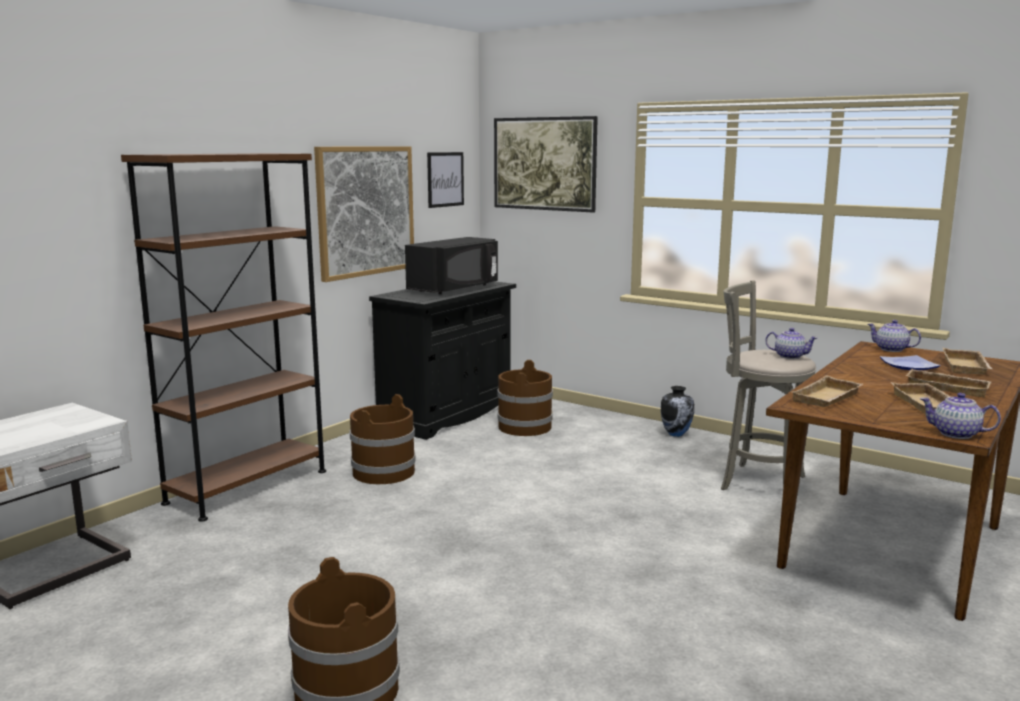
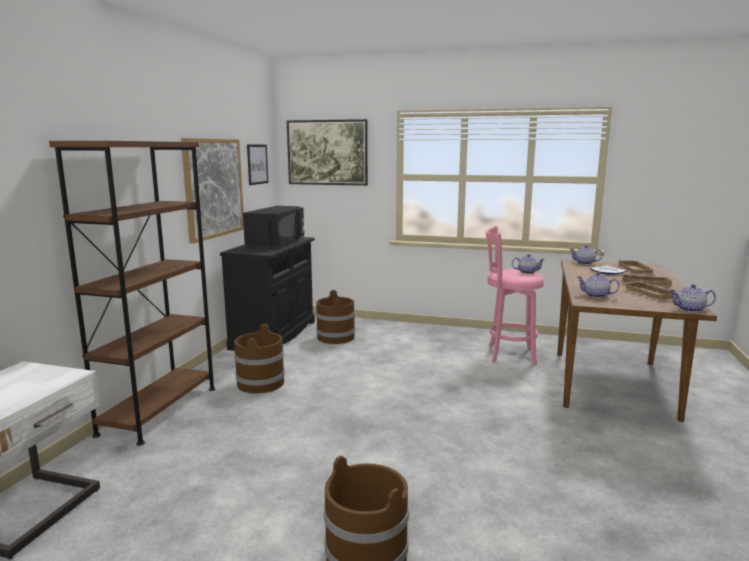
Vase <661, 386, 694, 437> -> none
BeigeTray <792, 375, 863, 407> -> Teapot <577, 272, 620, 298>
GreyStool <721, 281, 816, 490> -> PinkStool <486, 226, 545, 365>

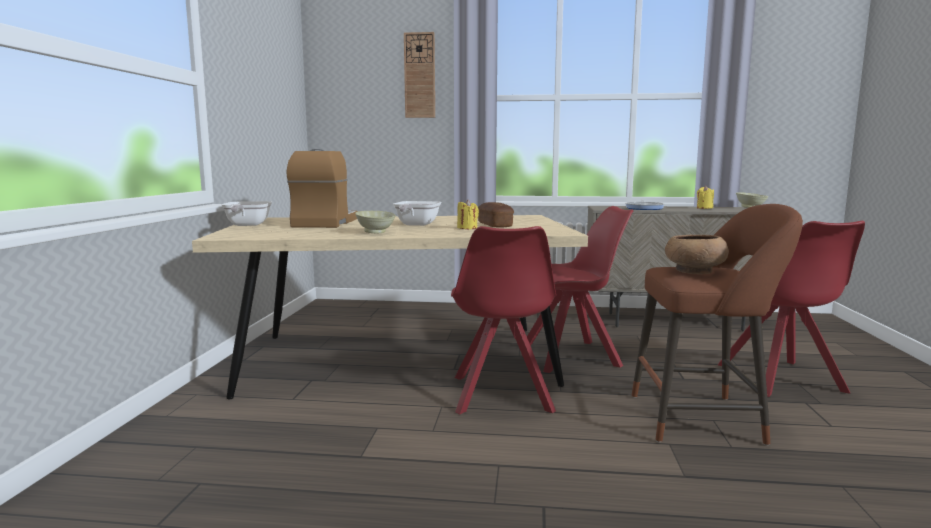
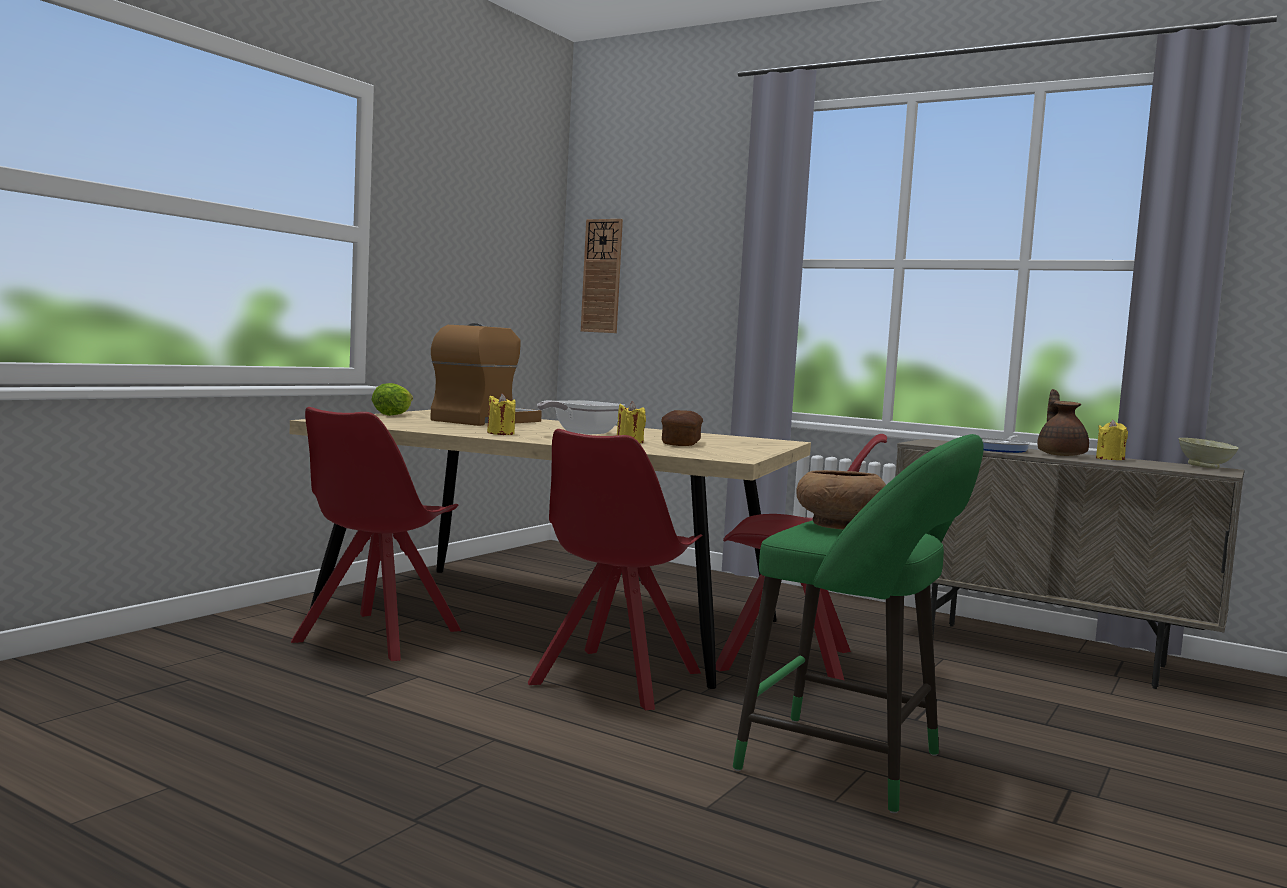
none -> BrownTeapot <1038, 389, 1089, 456>
WallClock <404, 32, 435, 118> -> WallClock <581, 219, 623, 333>, move
RedChair <718, 221, 865, 397> -> RedChair <291, 407, 461, 661>, move
FryingPan <221, 201, 272, 226> -> Lettuce <371, 383, 413, 416>
BeigeBowl <355, 211, 396, 233> -> YellowCandle <487, 393, 516, 435>
BrownStool <632, 204, 803, 446> -> GreenStool <733, 434, 984, 813>

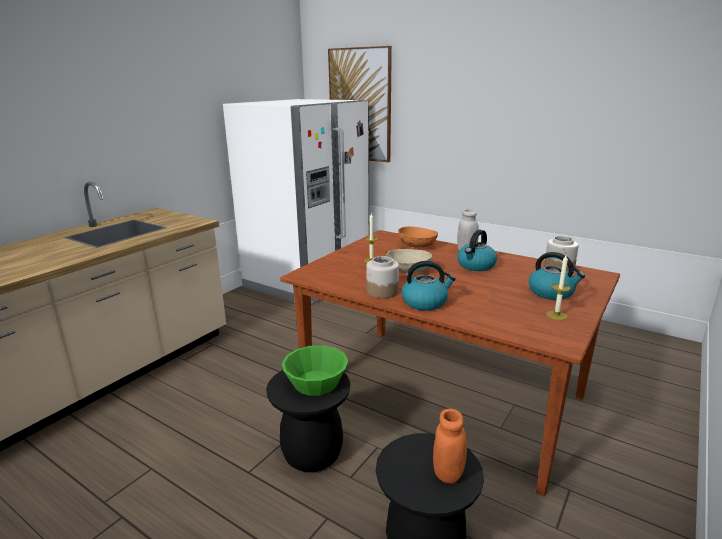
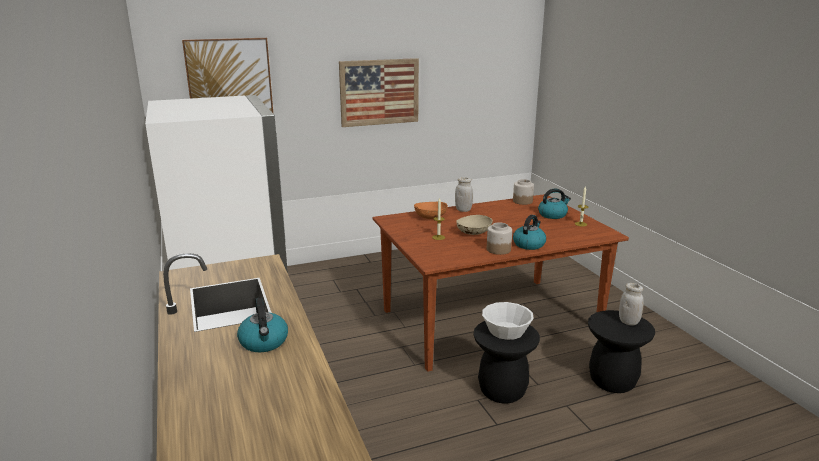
none -> Picture <339, 58, 419, 127>
Kettle <457, 230, 497, 271> -> Kettle <237, 298, 288, 352>, move
GreenBowl <282, 345, 348, 396> -> WhiteBowl <482, 302, 534, 340>
OrangeJar <433, 409, 467, 484> -> WhiteJar <619, 283, 644, 325>

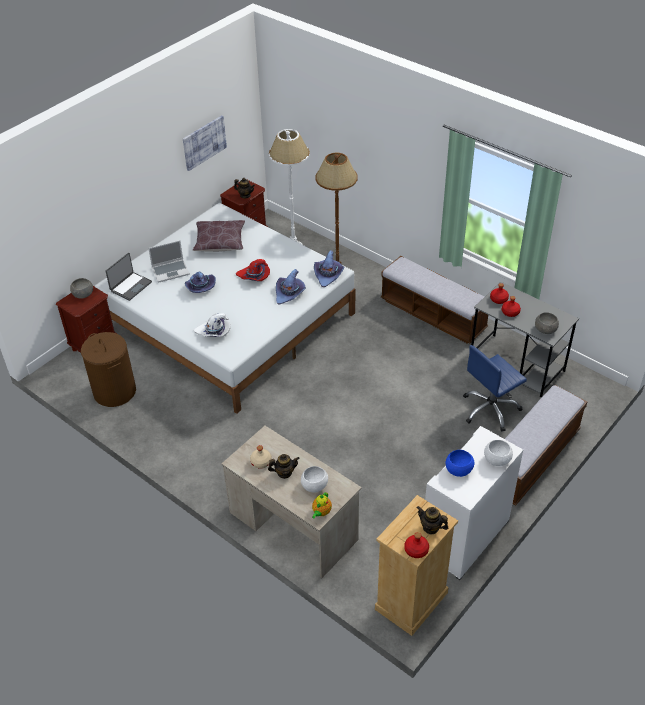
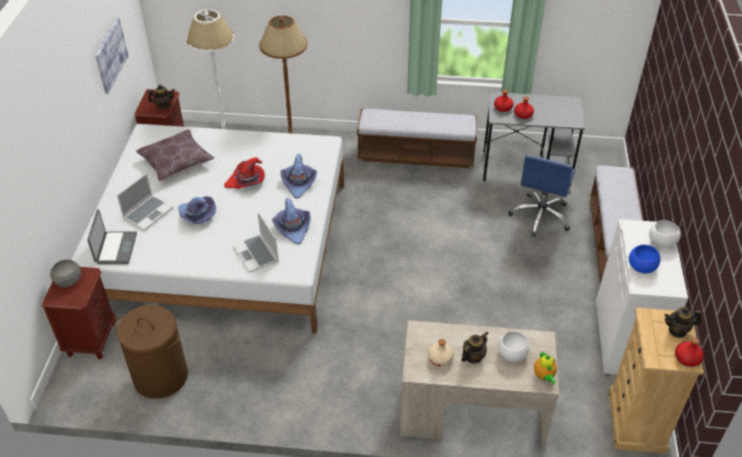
GreyBowl <535, 312, 559, 334> -> none
PurpleHat <314, 250, 345, 287> -> PurpleHat <272, 198, 310, 244>, move
WhiteHat <194, 313, 231, 337> -> Laptop <233, 212, 279, 273>

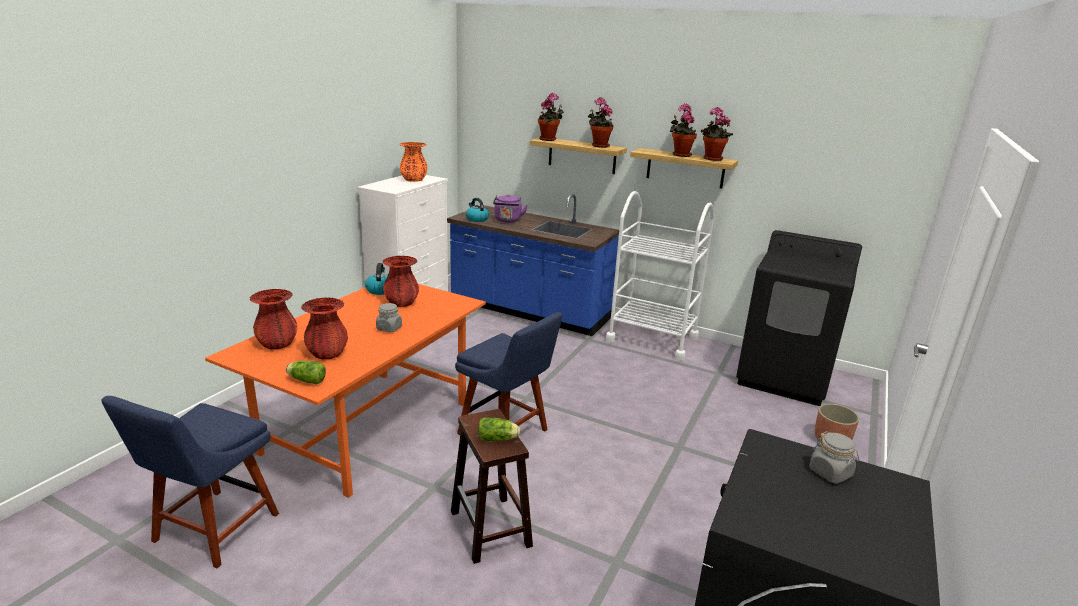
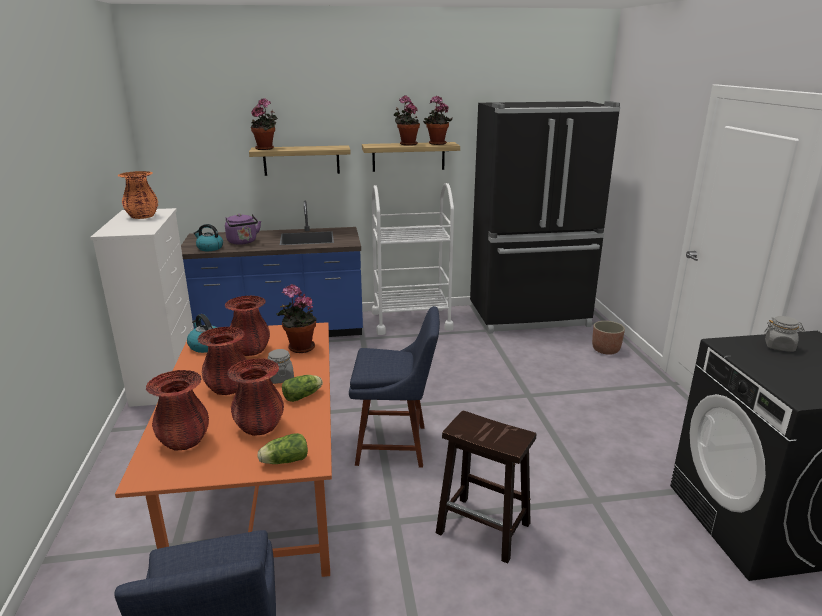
none -> RedVase <197, 327, 246, 395>
Lettuce <478, 417, 520, 441> -> Lettuce <282, 375, 323, 402>, move
PottedPlant <588, 97, 613, 148> -> PottedPlant <276, 284, 317, 353>, move
BlackWashingMachine <736, 230, 862, 406> -> BlackFridge <470, 101, 620, 334>

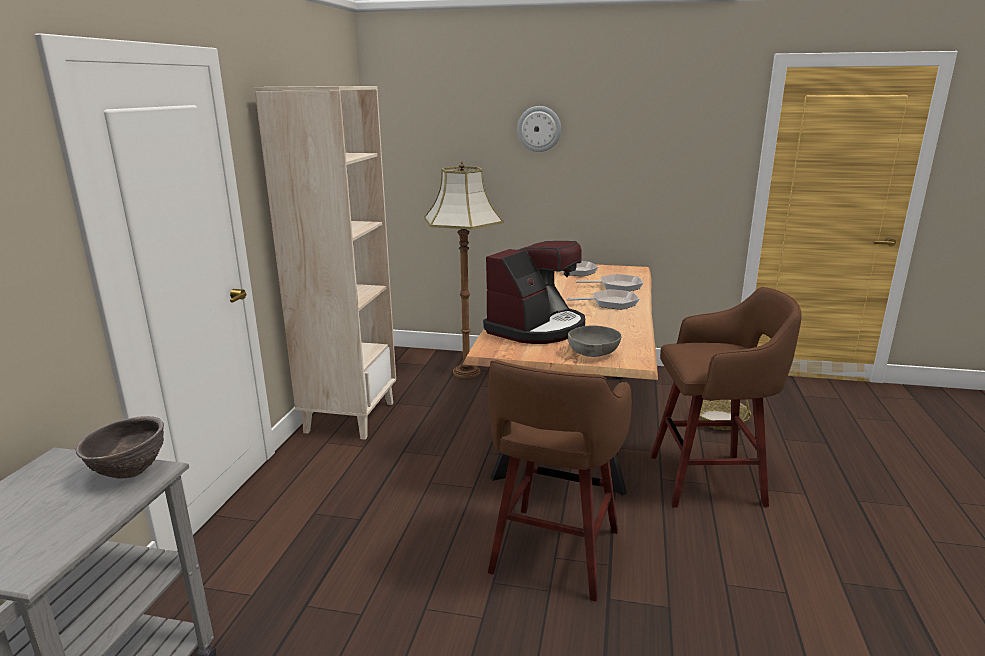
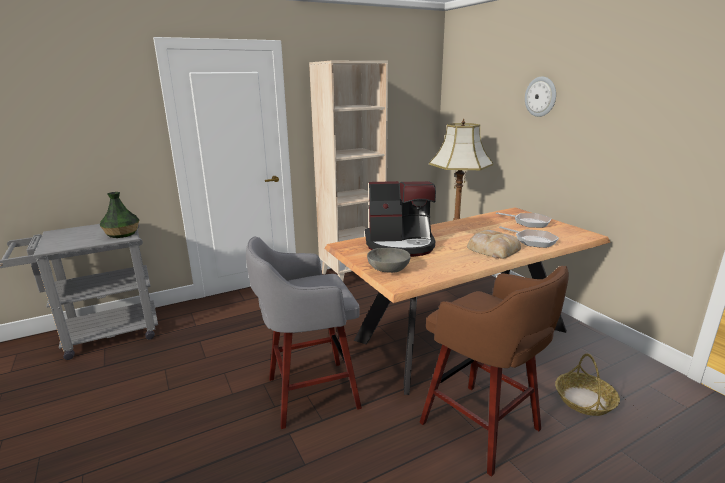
BrownBowl <75, 416, 164, 479> -> Vase <100, 192, 139, 238>
FryingPan <566, 289, 639, 310> -> Bread <467, 230, 521, 259>
BrownStool <488, 360, 632, 602> -> GreyStool <246, 236, 362, 429>

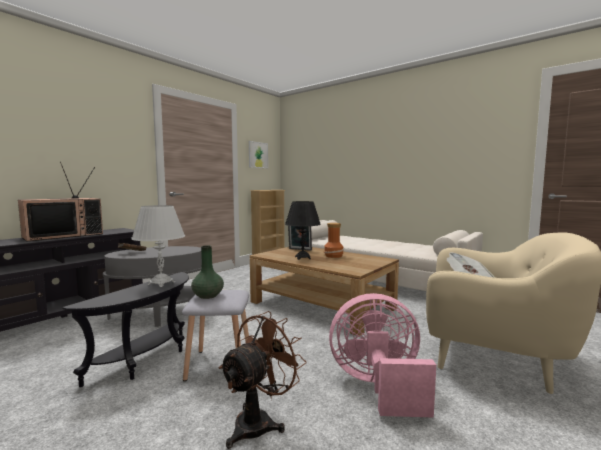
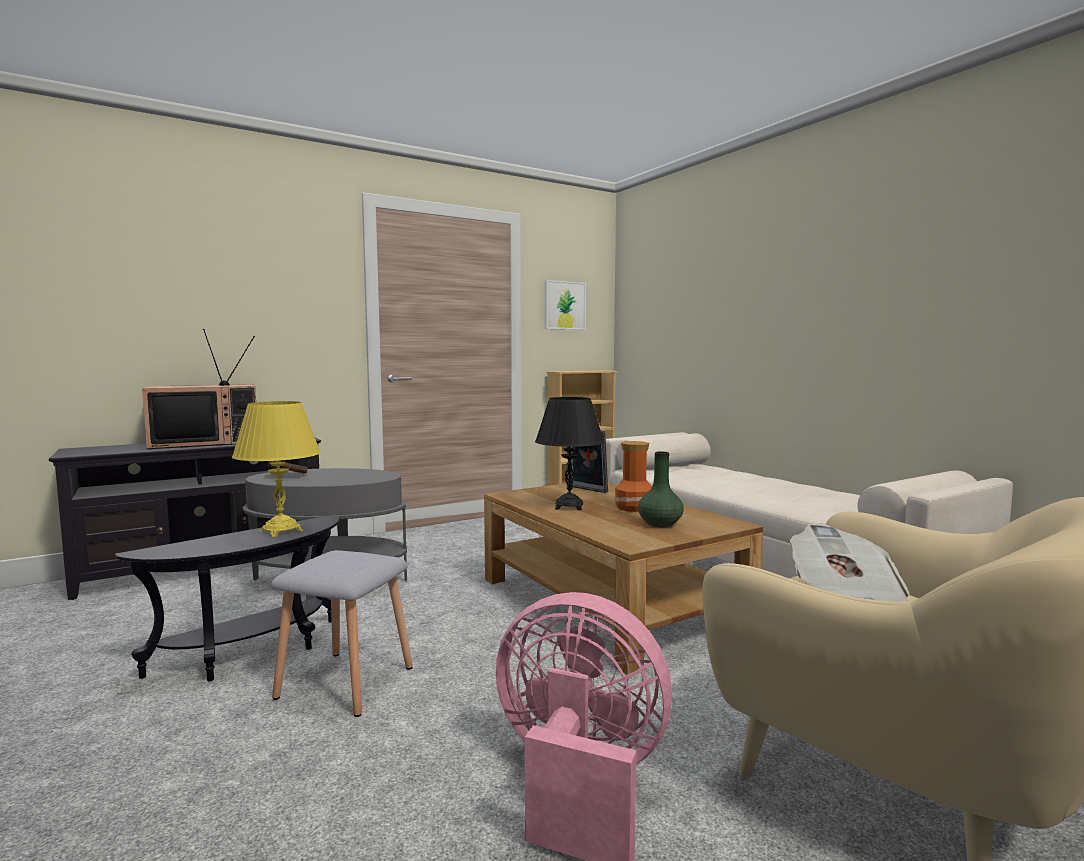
BrownFan <219, 311, 307, 449> -> none
GreenVase <191, 245, 224, 299> -> GreenVase <638, 451, 684, 527>, move
WhiteTableLamp <131, 205, 185, 287> -> YellowTableLamp <232, 401, 321, 537>

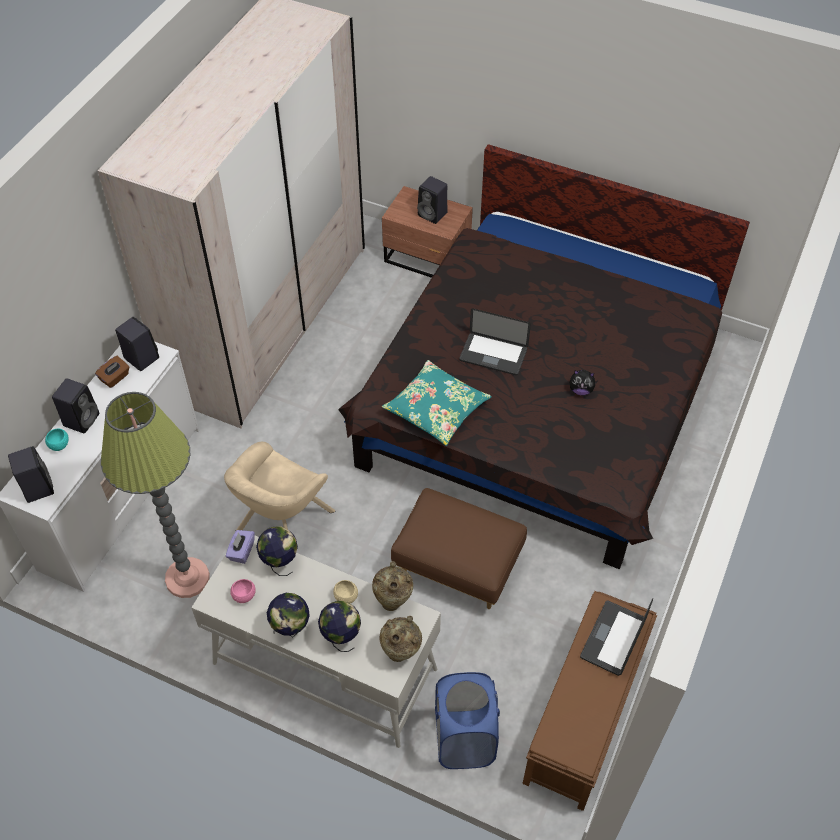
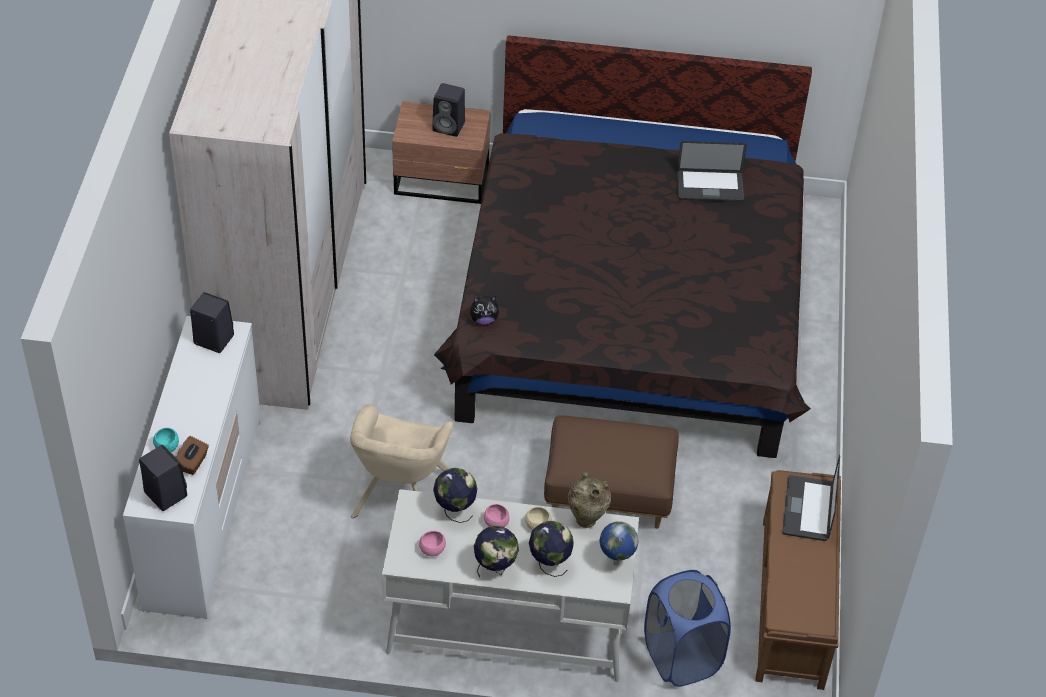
BlackSpeaker <52, 378, 99, 434> -> none
FloorLamp <101, 392, 210, 598> -> none
PurpleTissueBox <226, 530, 255, 564> -> none
TurquoisePillow <382, 360, 492, 446> -> none
none -> PinkBowl <484, 504, 510, 527>
BrownTissueBox <95, 356, 129, 388> -> BrownTissueBox <175, 436, 209, 475>, move
Laptop <459, 308, 531, 375> -> Laptop <677, 141, 747, 202>, move
PlushToy <569, 370, 598, 395> -> PlushToy <470, 296, 500, 325>, move
BeigeVase <380, 616, 422, 662> -> Globe <600, 521, 639, 566>

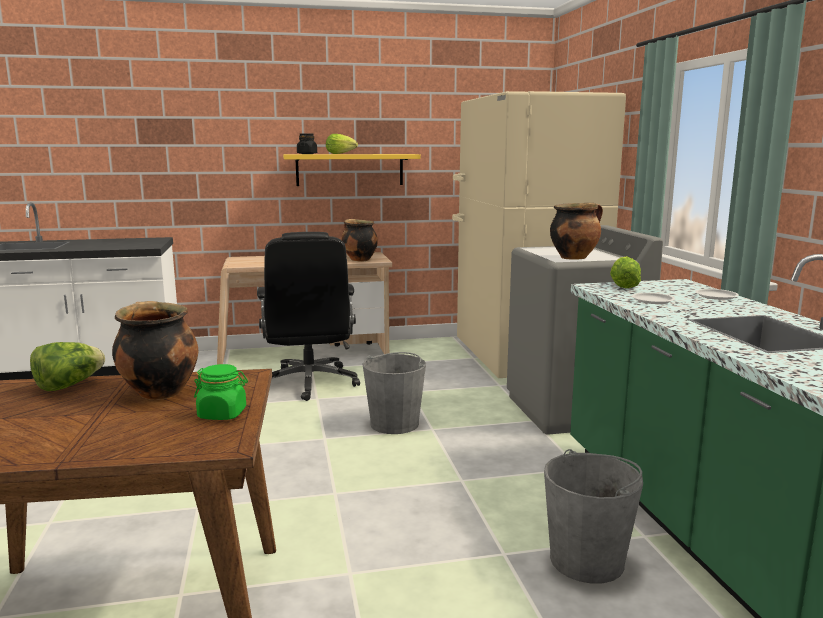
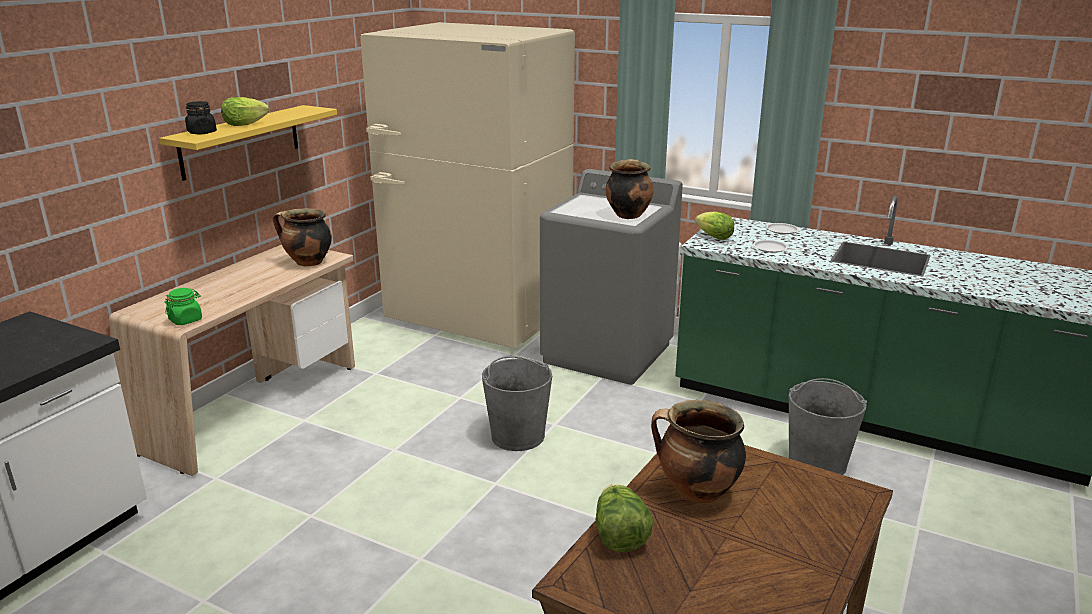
BlackOfficeChair <257, 232, 360, 401> -> none
GreenJar <194, 364, 248, 420> -> GreenJar <165, 288, 202, 325>, move

